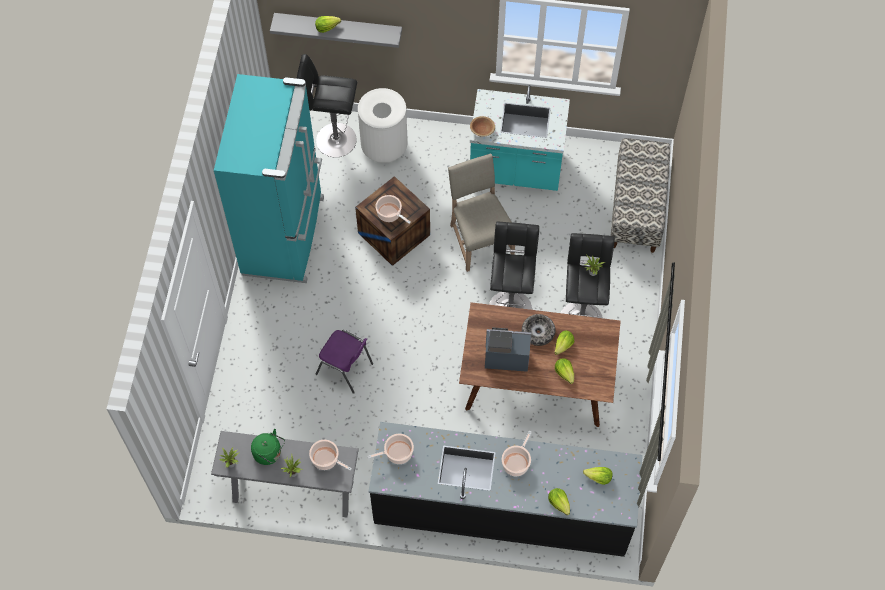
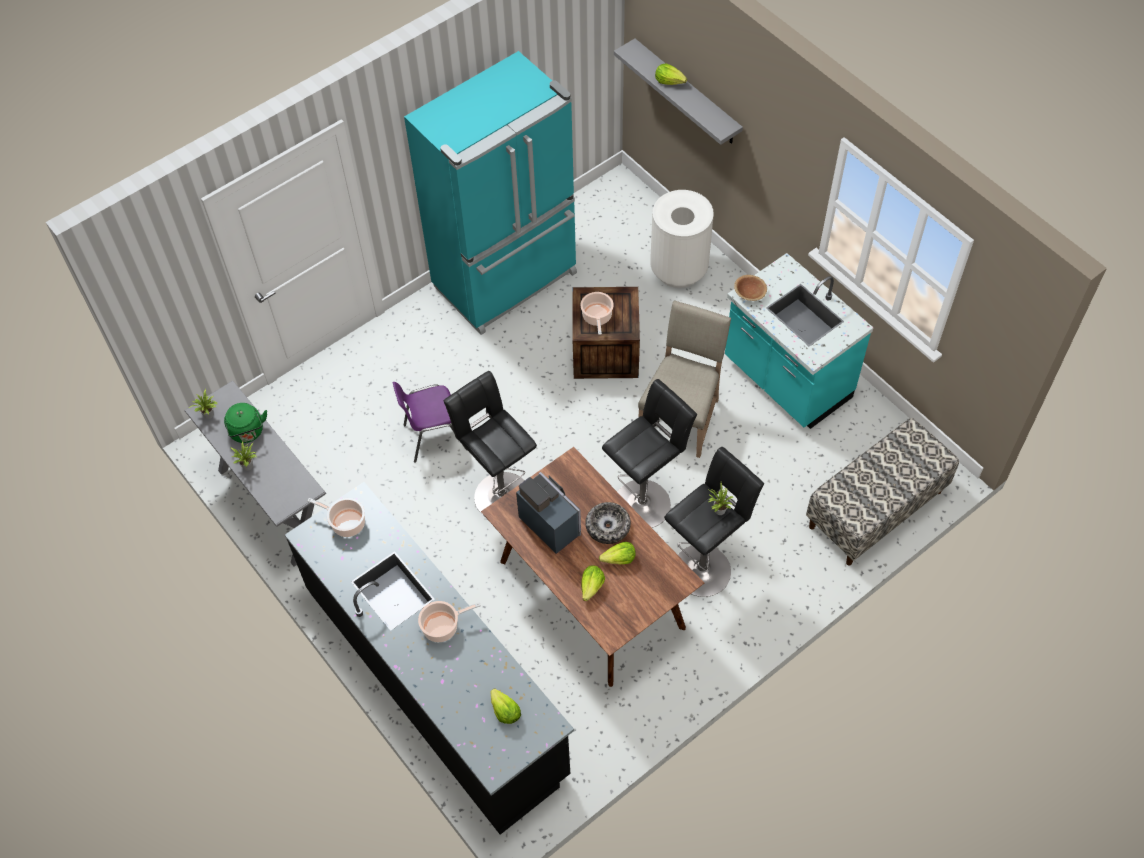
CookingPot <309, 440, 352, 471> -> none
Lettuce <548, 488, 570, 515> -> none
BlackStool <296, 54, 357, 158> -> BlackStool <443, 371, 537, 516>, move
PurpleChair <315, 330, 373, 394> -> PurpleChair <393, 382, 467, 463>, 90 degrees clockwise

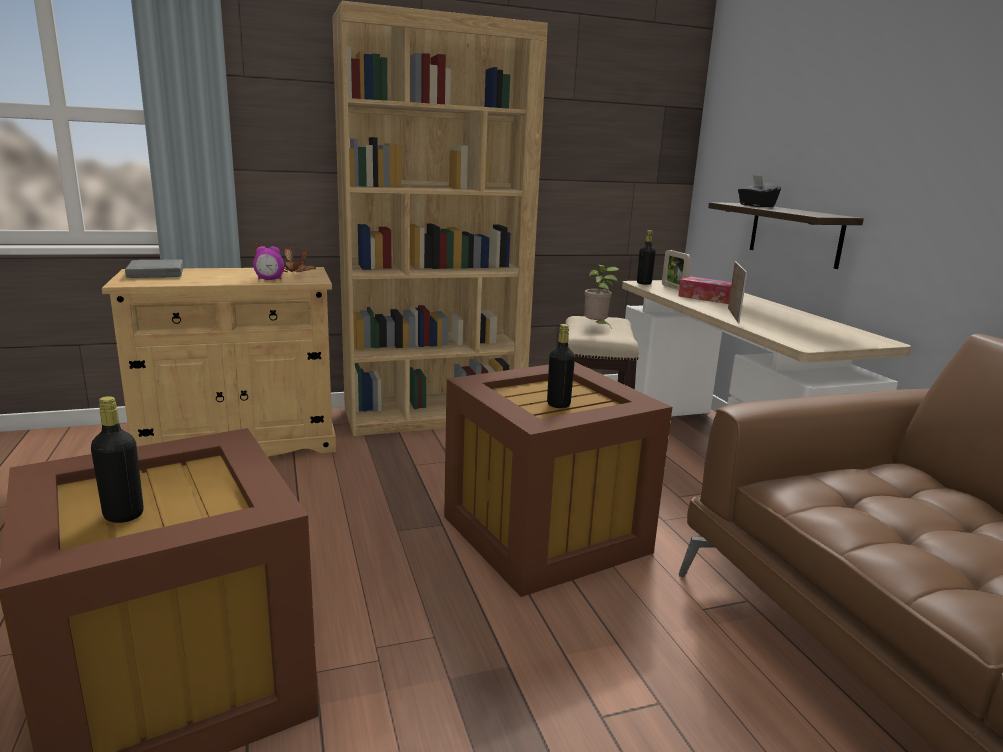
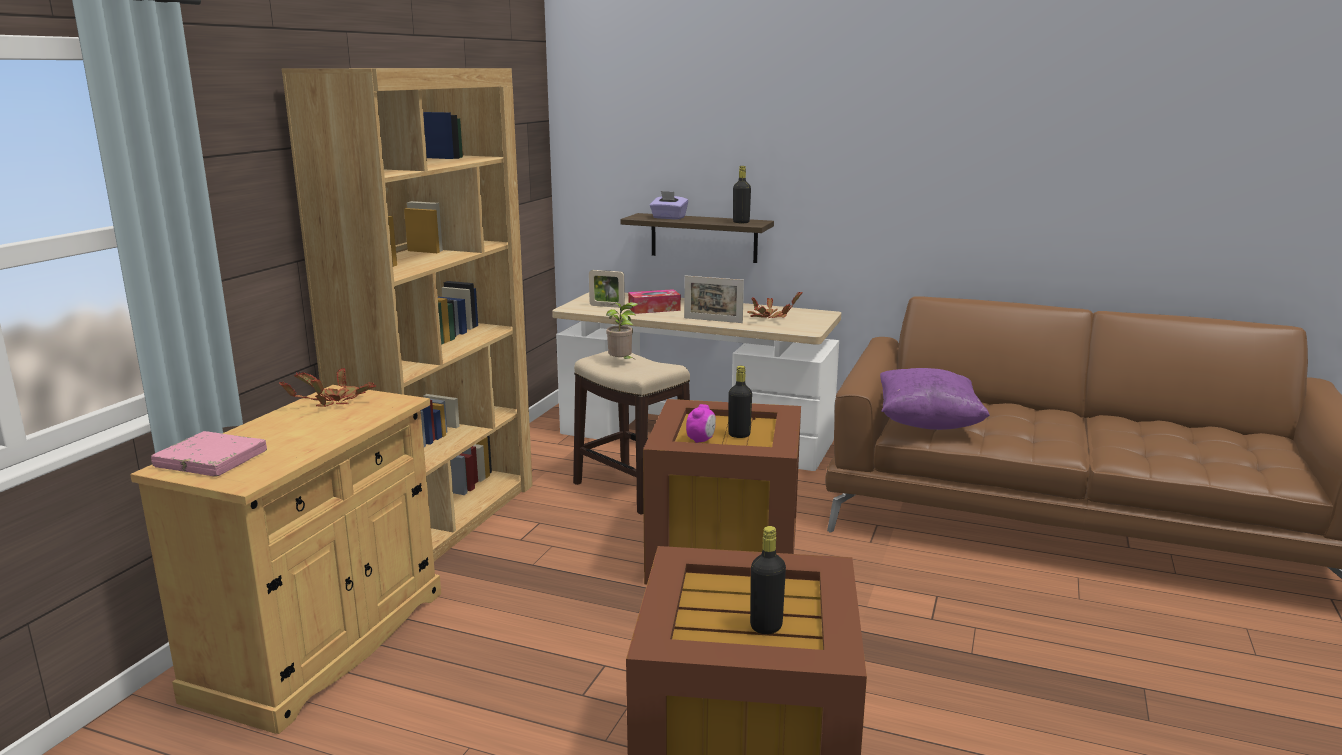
none -> PottedPlant <747, 291, 803, 318>
none -> PurplePillow <880, 368, 990, 430>
AlarmClock <253, 246, 284, 280> -> AlarmClock <686, 404, 716, 443>, move
BlackBottle <637, 230, 656, 285> -> BlackBottle <733, 166, 751, 223>, move
GreyBook <125, 259, 183, 278> -> PinkBook <151, 431, 267, 477>
BlackTissueBox <738, 175, 781, 207> -> PurpleTissueBox <650, 191, 689, 220>
PictureFrame <728, 261, 747, 324> -> PictureFrame <684, 275, 744, 323>, 150 degrees clockwise

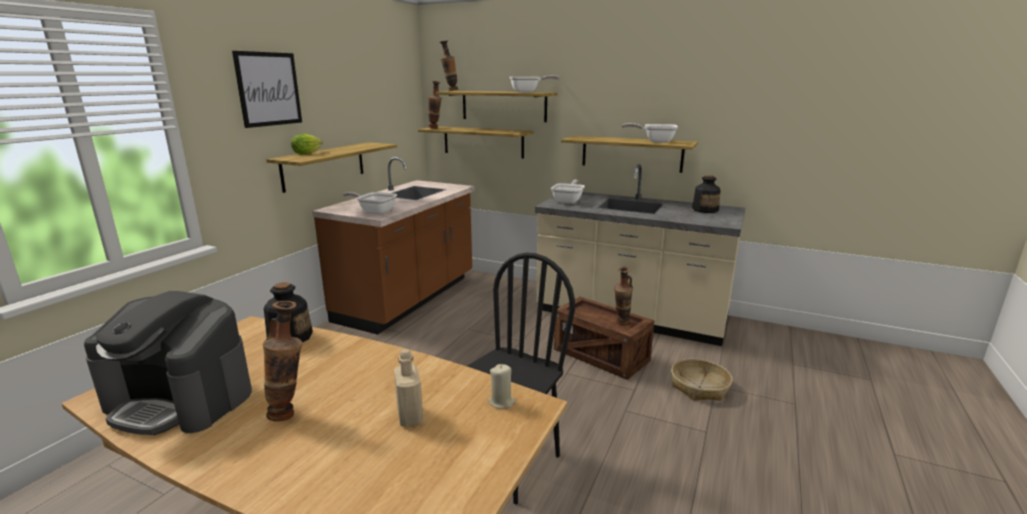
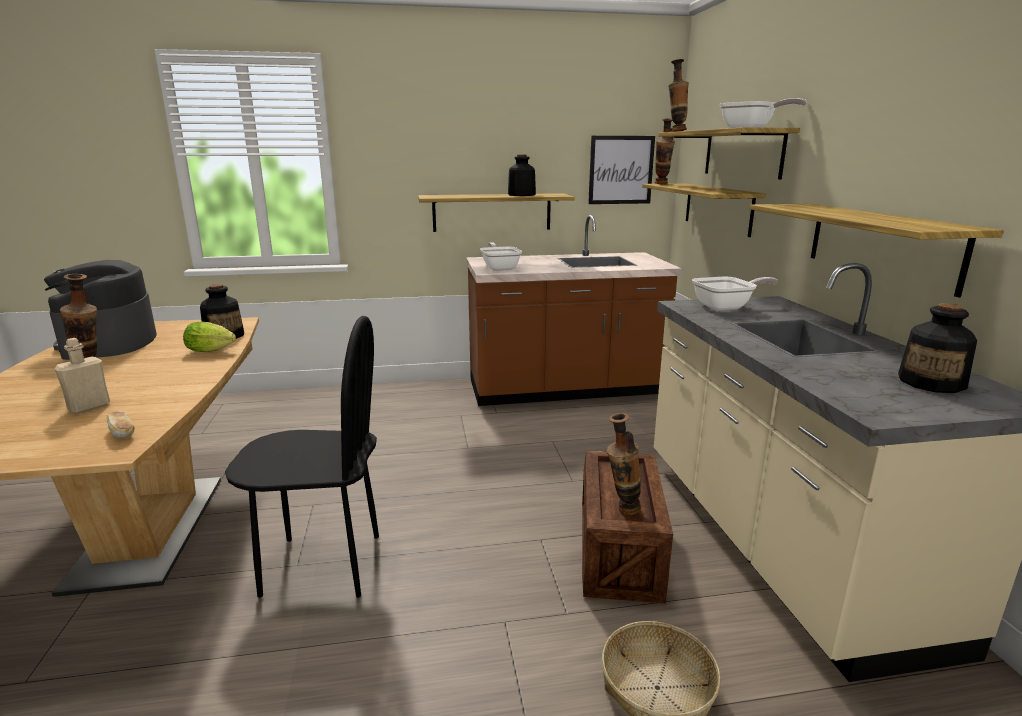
FryingPan <622, 123, 678, 143> -> none
none -> Bottle <508, 155, 536, 196>
Picture <232, 51, 302, 128> -> Picture <588, 136, 655, 204>, move
Lettuce <291, 134, 323, 155> -> Lettuce <183, 321, 236, 352>, move
BeigeCandle <488, 364, 516, 409> -> Bread <107, 411, 135, 438>

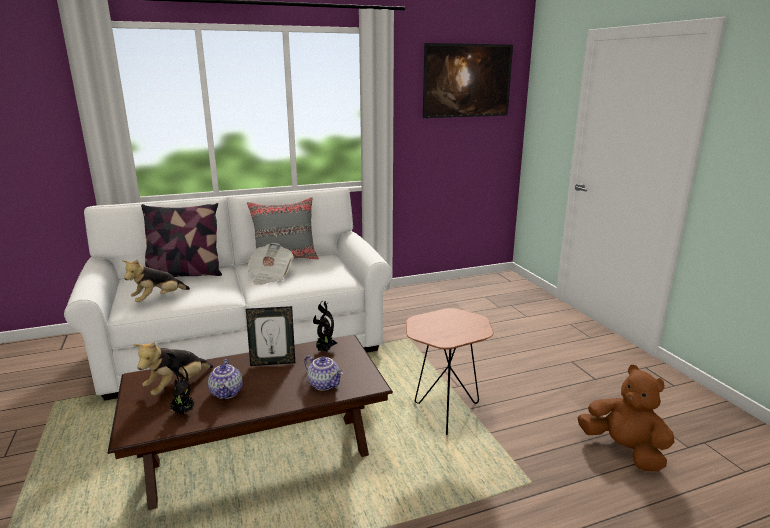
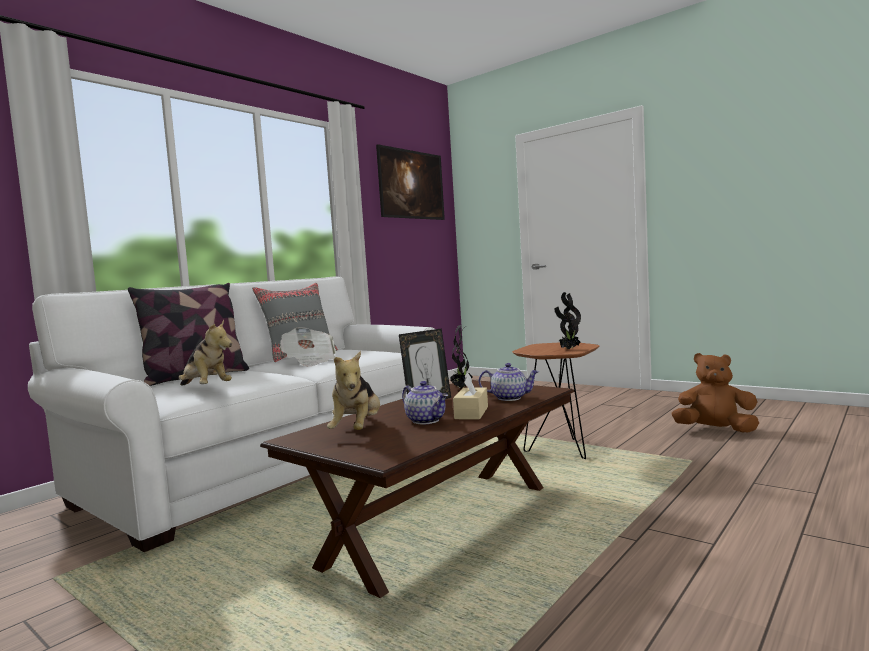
none -> BeigeTissueBox <453, 372, 488, 419>
PottedPlant <165, 353, 194, 414> -> PottedPlant <555, 292, 581, 349>, move
PlushToy <122, 260, 190, 302> -> PlushToy <179, 320, 232, 386>, 60 degrees counterclockwise

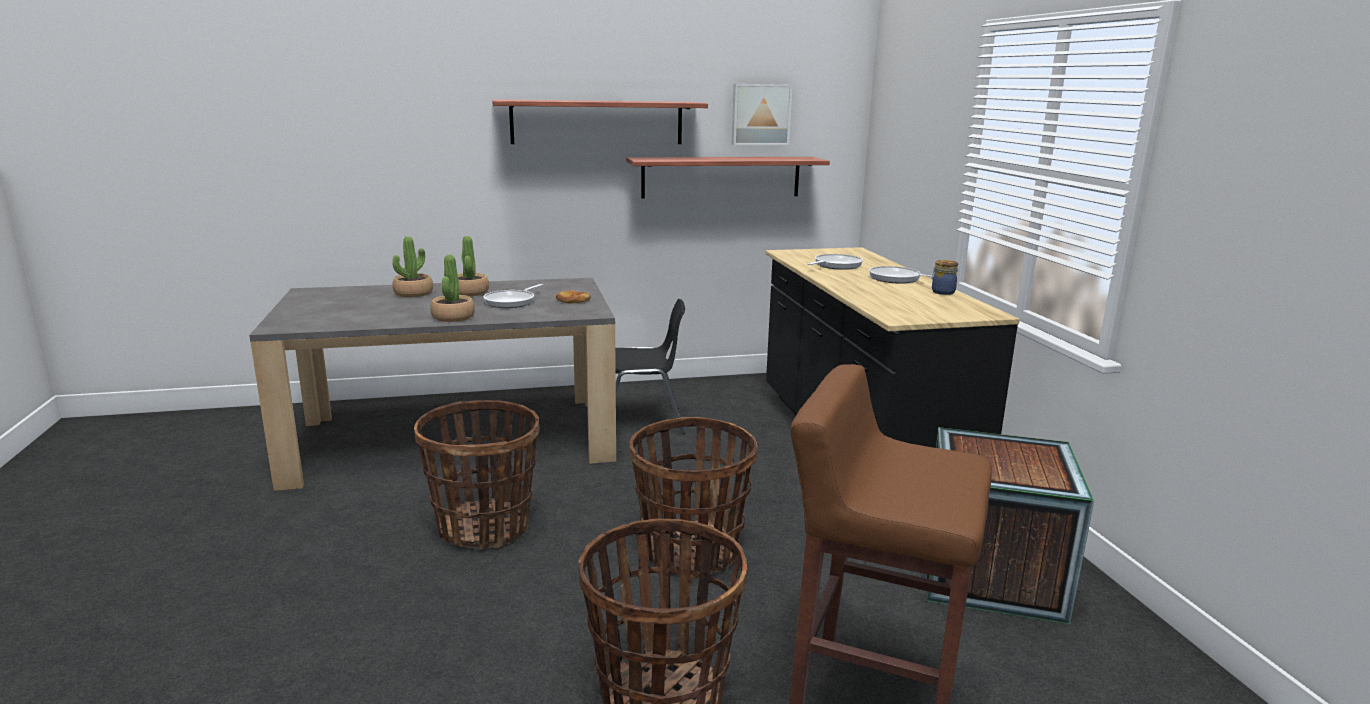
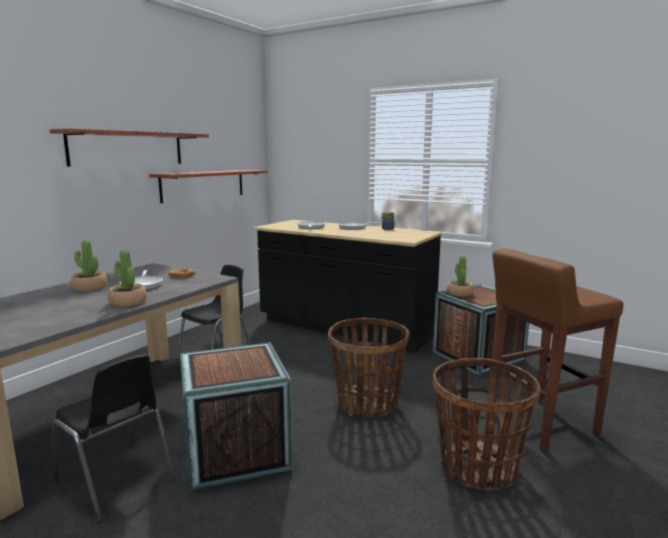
Picture <732, 84, 793, 145> -> none
none -> BlackChair <52, 354, 176, 522>
PottedPlant <392, 236, 433, 297> -> PottedPlant <447, 256, 474, 297>, move
Basket <414, 400, 540, 549> -> Crate <180, 342, 293, 491>

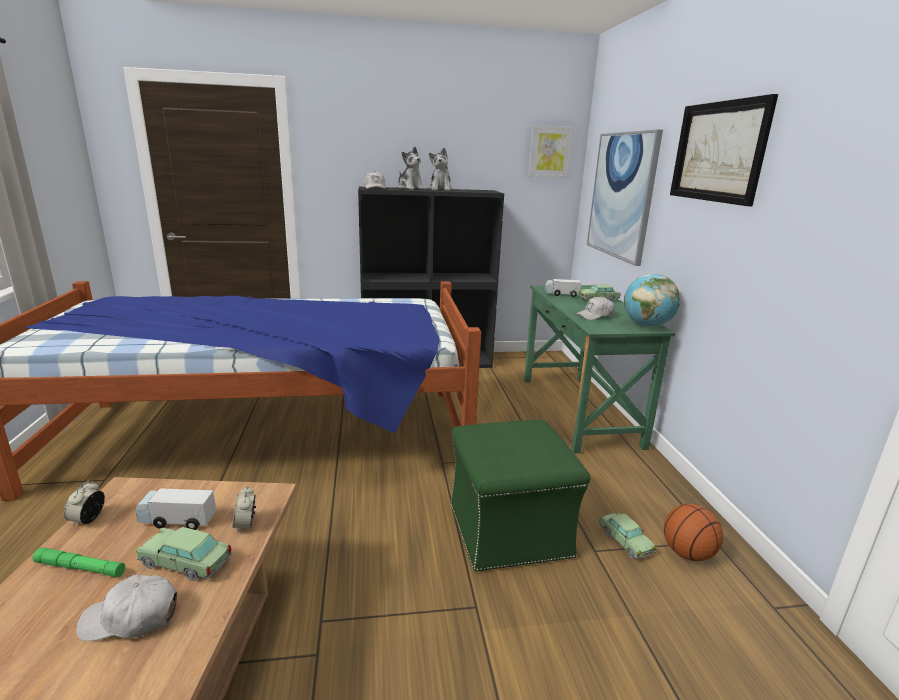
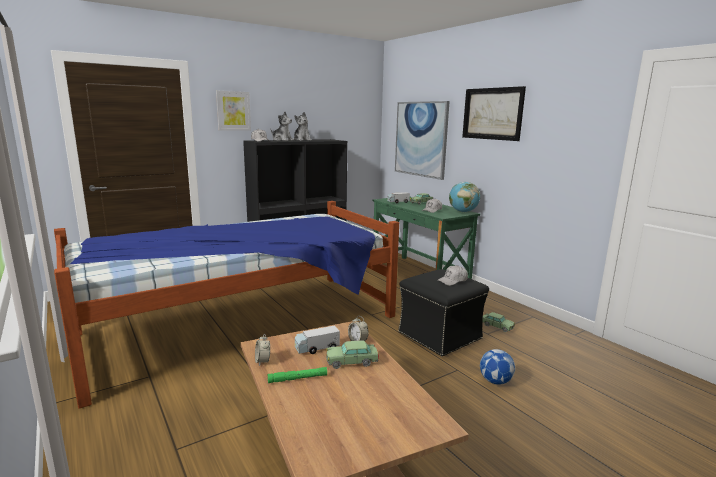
Basketball <664, 504, 723, 561> -> none
none -> Football <480, 349, 515, 385>
WhiteCap <76, 575, 177, 641> -> WhiteCap <437, 265, 468, 286>, move
Picture <528, 125, 574, 178> -> Picture <216, 91, 251, 131>, move
GreenOttoman <450, 420, 590, 571> -> BlackOttoman <398, 269, 489, 356>

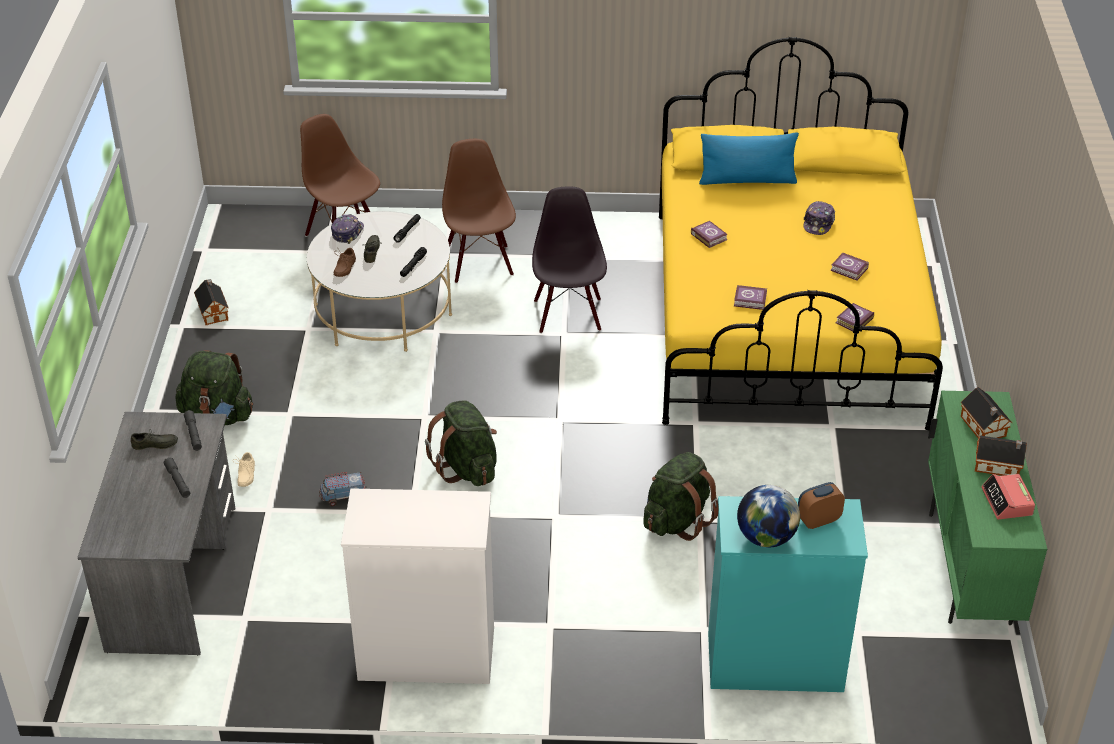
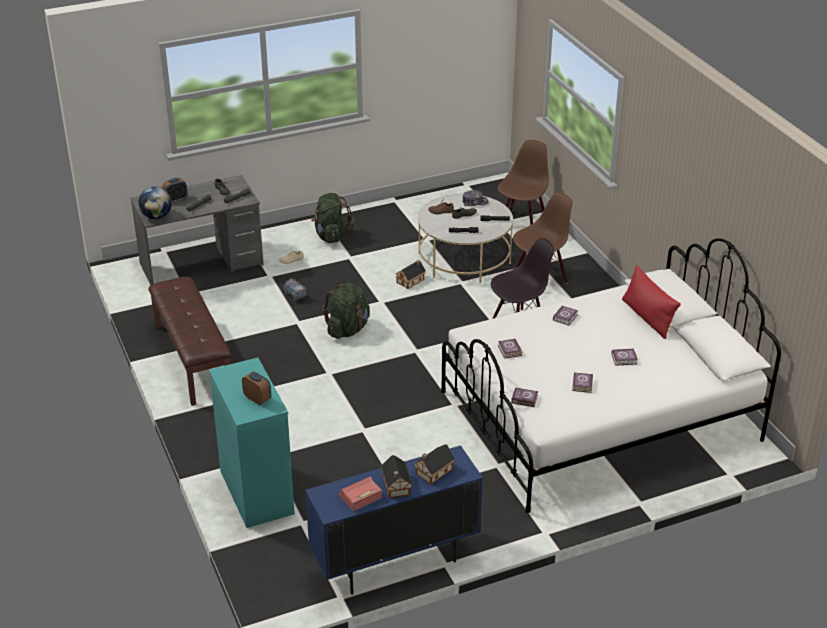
GreenBackpack <643, 452, 719, 541> -> none
none -> AlarmClock <163, 178, 188, 203>
ToyHouse <194, 279, 228, 325> -> ToyHouse <396, 260, 426, 289>, move
Globe <737, 485, 800, 547> -> Globe <138, 186, 172, 219>, move
WhiteDresser <341, 488, 494, 684> -> BrownBench <148, 277, 231, 406>
Cap <803, 201, 835, 235> -> Book <611, 349, 638, 366>
YellowBed <659, 37, 943, 431> -> WhiteBed <441, 238, 781, 513>
BluePillow <699, 133, 799, 185> -> RedPillow <622, 265, 681, 339>
GreenCabinet <928, 391, 1047, 625> -> BlueCabinet <305, 445, 483, 595>

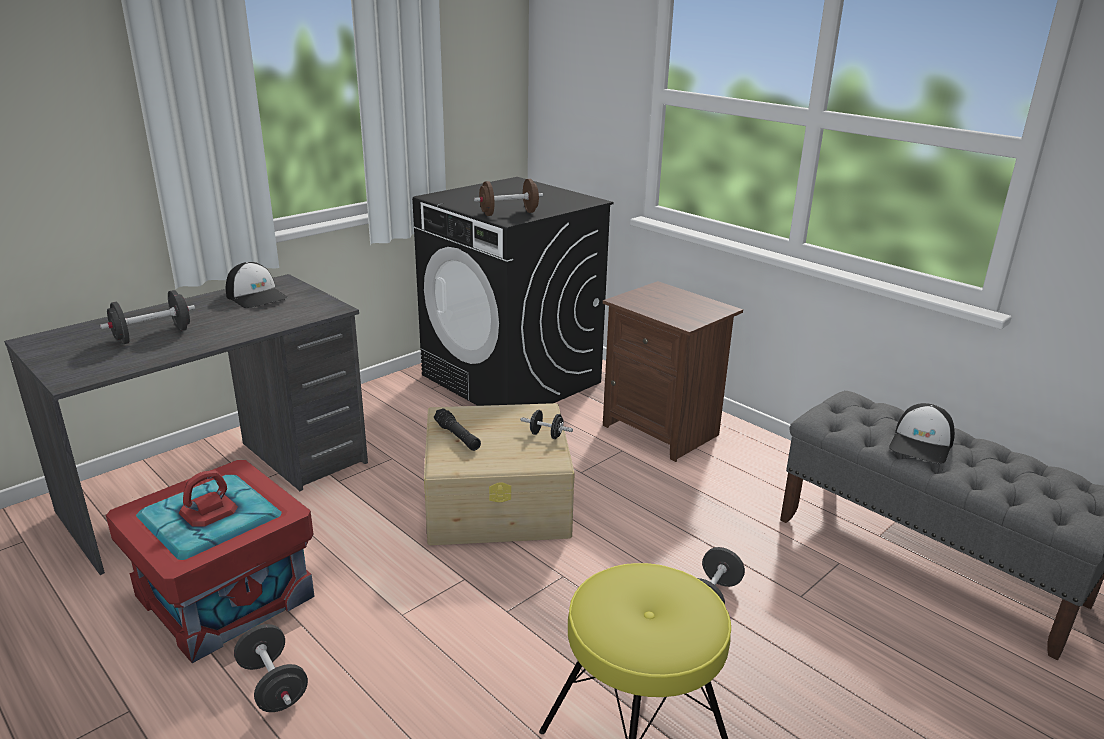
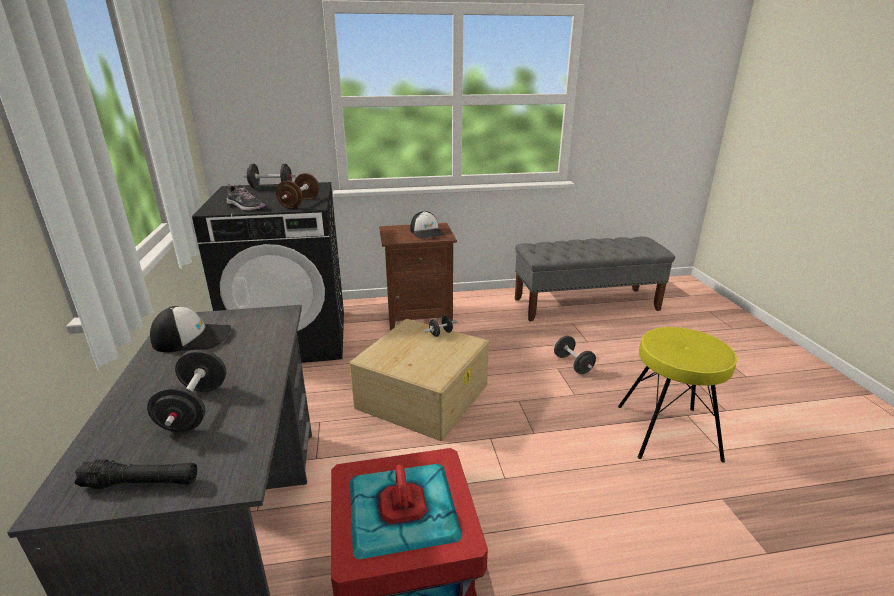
none -> Shoe <226, 184, 265, 211>
BlackDumbbell <234, 624, 308, 712> -> BlackDumbbell <244, 164, 296, 189>, move
BlackFlashlight <434, 408, 481, 451> -> BlackFlashlight <74, 460, 197, 489>, move
Cap <889, 403, 955, 463> -> Cap <410, 211, 445, 238>, move

